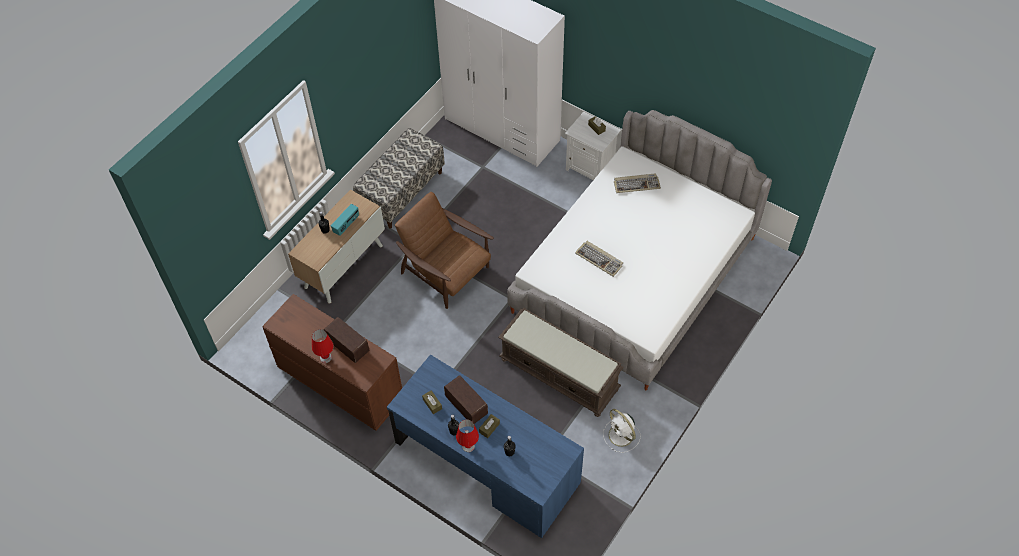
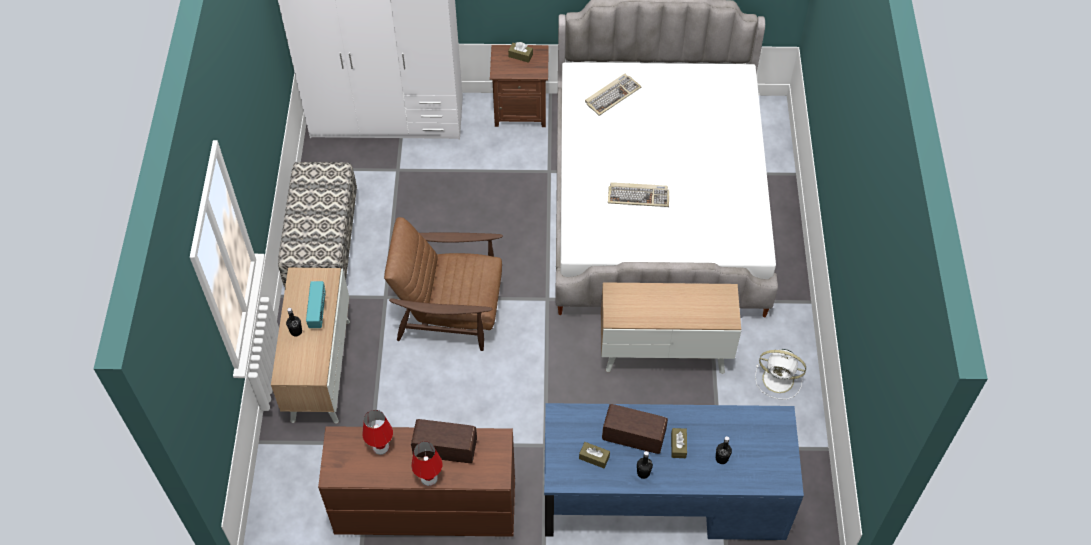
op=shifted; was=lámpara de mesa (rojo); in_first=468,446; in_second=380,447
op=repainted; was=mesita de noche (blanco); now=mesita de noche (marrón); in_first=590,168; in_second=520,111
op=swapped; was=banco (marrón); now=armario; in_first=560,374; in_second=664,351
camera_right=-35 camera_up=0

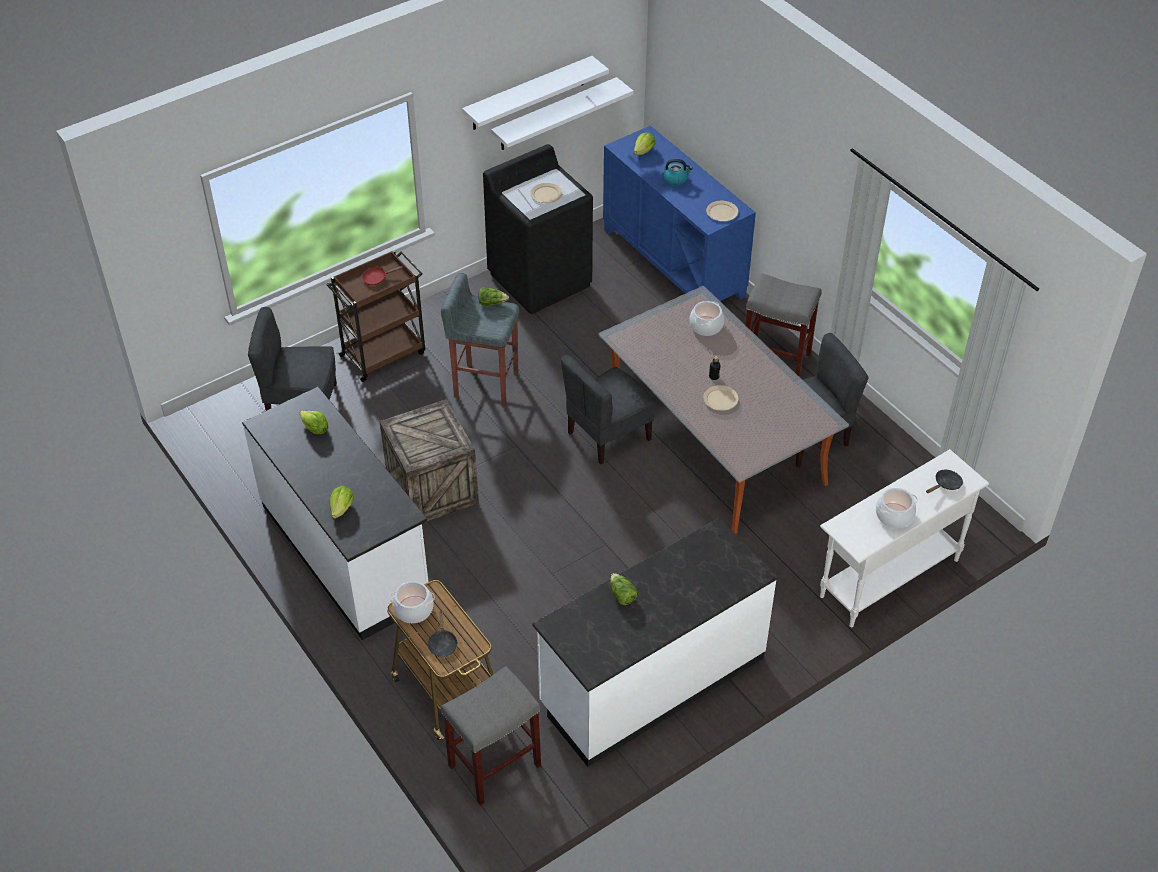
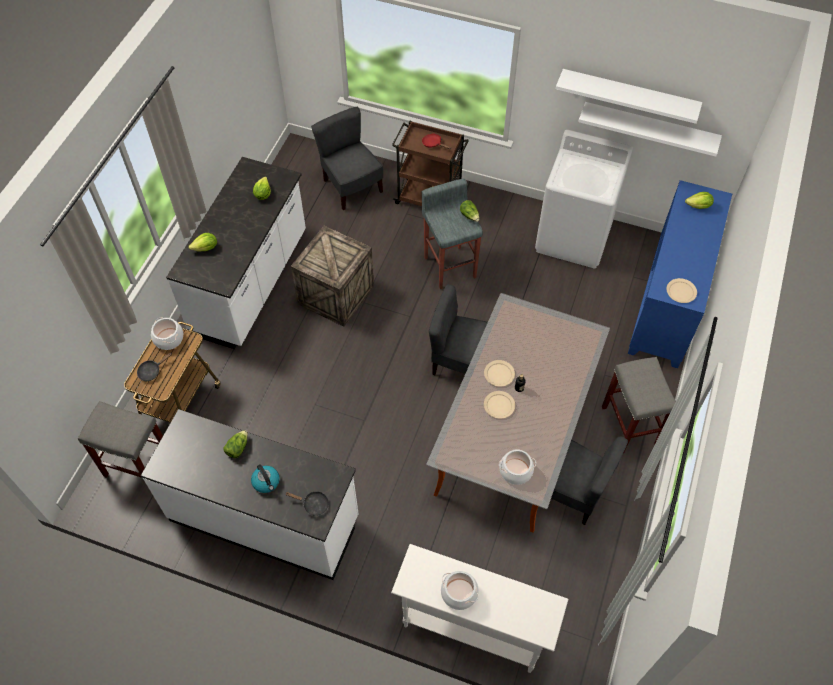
op=shifted; was=hervidor; in_first=675,179; in_second=266,482
op=shifted; was=sartén (negro); in_first=945,484; in_second=313,504
op=shifted; was=plato (beis); in_first=546,195; in_second=499,374
op=shifted; was=olla; in_first=706,326; in_second=516,471
op=repainted; was=lavadora (negro); now=lavadora (blanco); in_first=540,279; in_second=574,237
camera_right=55 camera_up=10

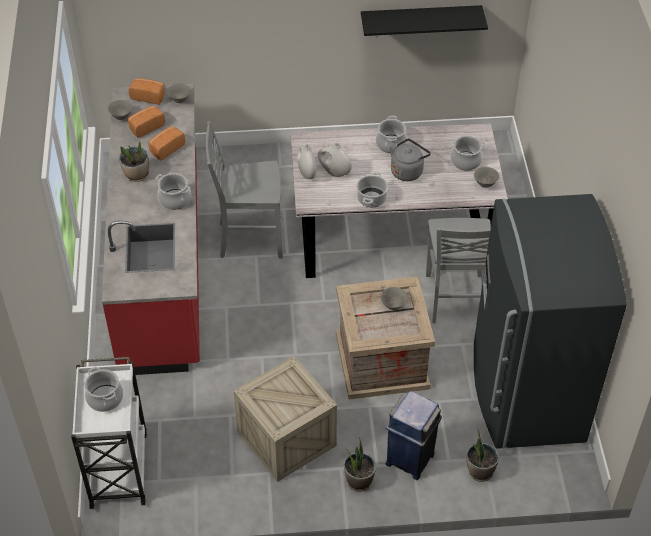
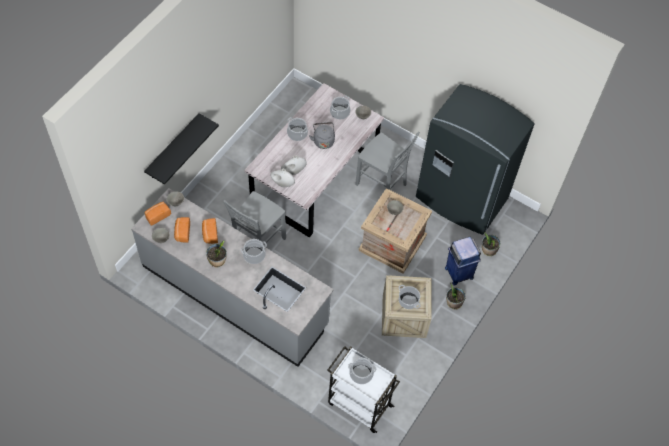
op=repainted; was=mueble bajo de cocina (rojo); now=mueble bajo de cocina (gris); in_first=163,261; in_second=235,295
op=shifted; was=estante (negro); in_first=420,20; in_second=173,147
op=shifted; was=olla; in_first=371,199; in_second=408,301
camera_right=-55 camera_up=10

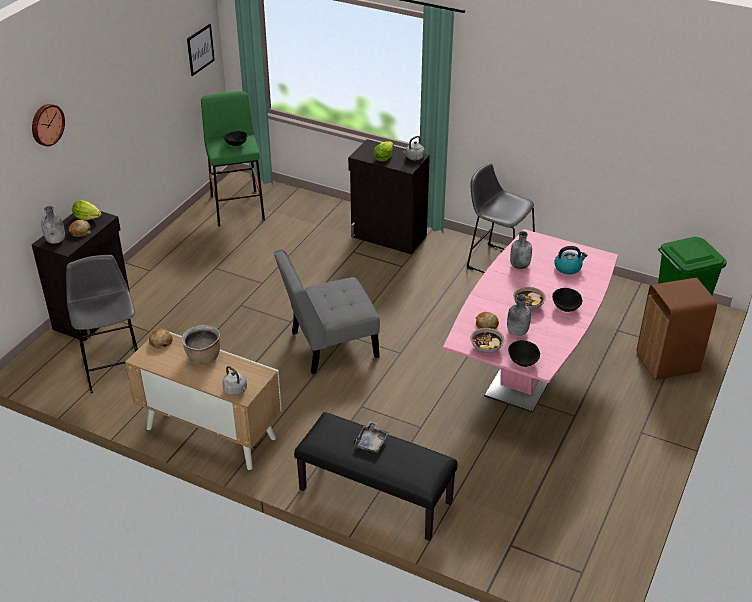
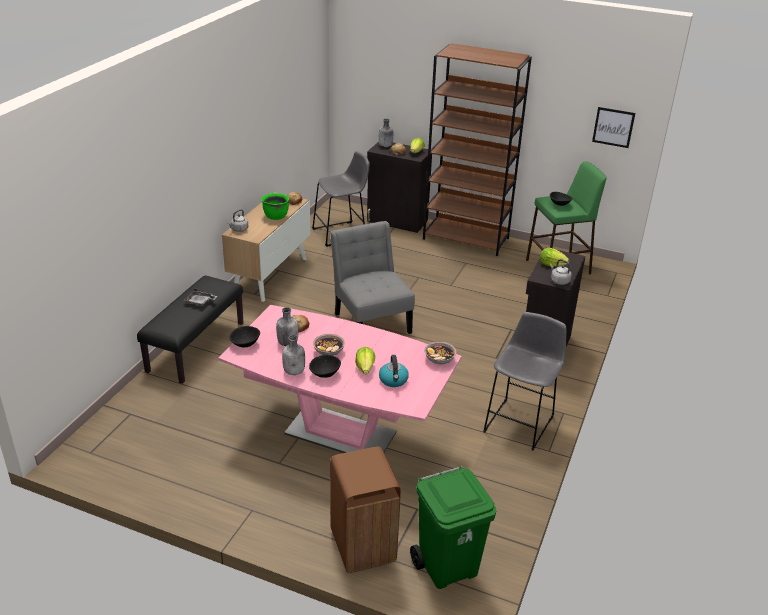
op=repainted; was=olla (marrón); now=olla (verde); in_first=203,357; in_second=275,216
op=shifted; was=botella (gris); in_first=519,265; in_second=294,371
op=new; now=lechuga; in_second=365,368
op=new; now=estantería (marrón); in_second=466,238
op=shifted; was=cuenco; in_first=486,347; in_second=439,359
op=gone; was=reloj de pared; in_first=46,124
camera_right=85 camera_up=-5

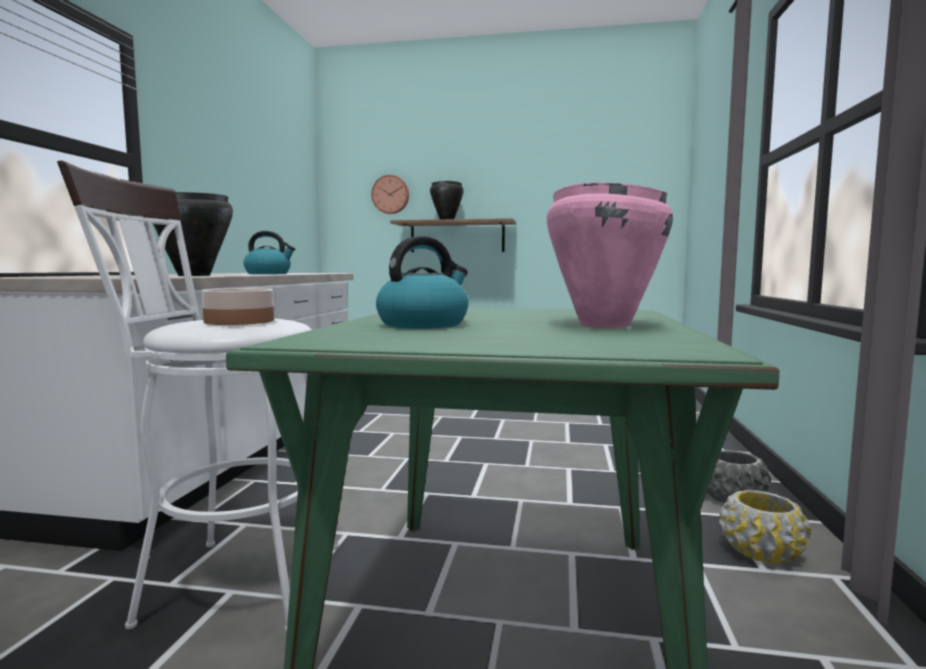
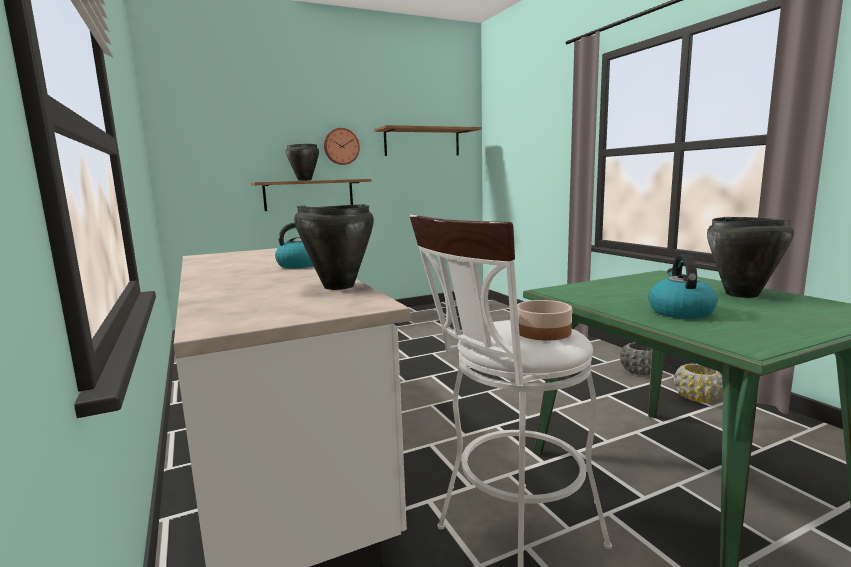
op=shifted; was=reloj de pared; in_first=391,194; in_second=341,146
op=new; now=estante; in_second=422,142
op=repainted; was=olla (rosa); now=olla (negro); in_first=603,325; in_second=741,294
camera_right=-35 camera_up=5

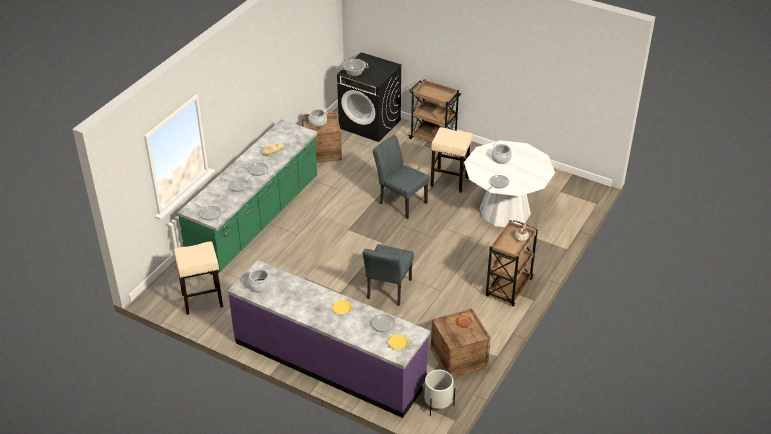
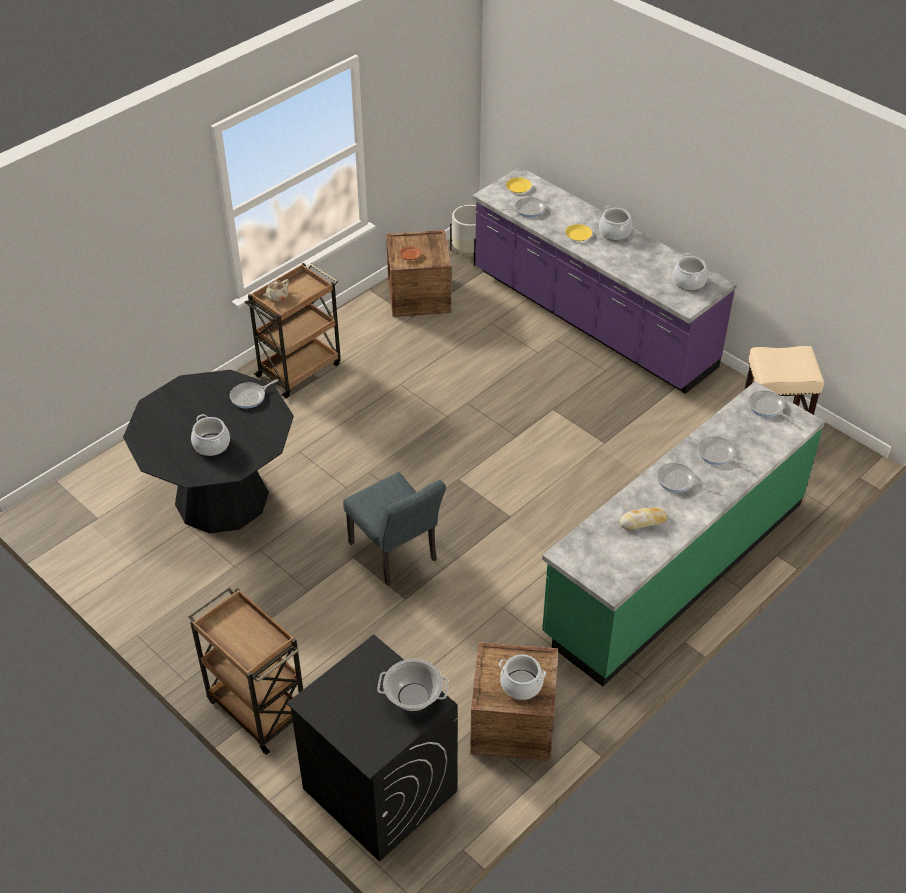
op=repainted; was=mesa de comedor (blanco); now=mesa de comedor (negro); in_first=505,211; in_second=222,498
op=new; now=olla; in_second=614,232
op=gone; was=silla (gris); in_first=387,291
op=gone; was=taburete (beis); in_first=450,181
camera_right=-165 camera_up=5

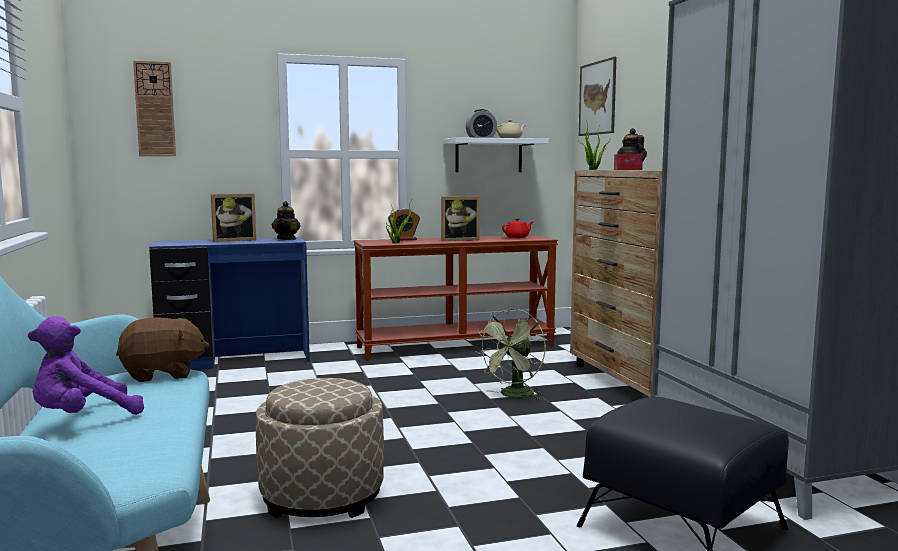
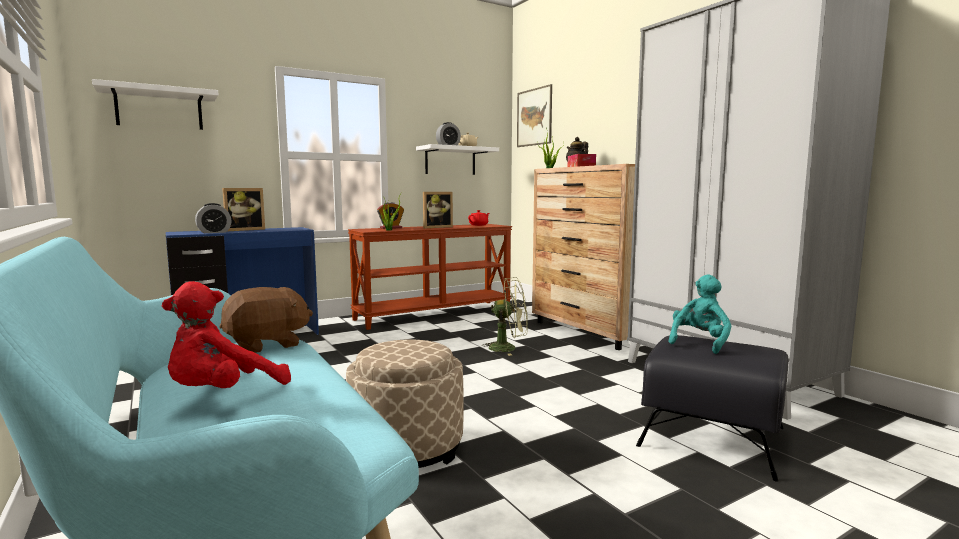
op=swapped; was=reloj de pared; now=estante (blanco); in_first=155,109; in_second=159,109
op=repainted; was=peluche (morado); now=peluche (rojo); in_first=83,418; in_second=223,394
op=new; now=despertador; in_second=214,232
op=rotated; was=ventilador (verde); in_first=514,396; in_second=508,348; clockwise=-105
op=new; now=peluche (turquesa); in_second=699,342
op=gone; was=tetera; in_first=286,239
camera_right=-15 camera_up=0

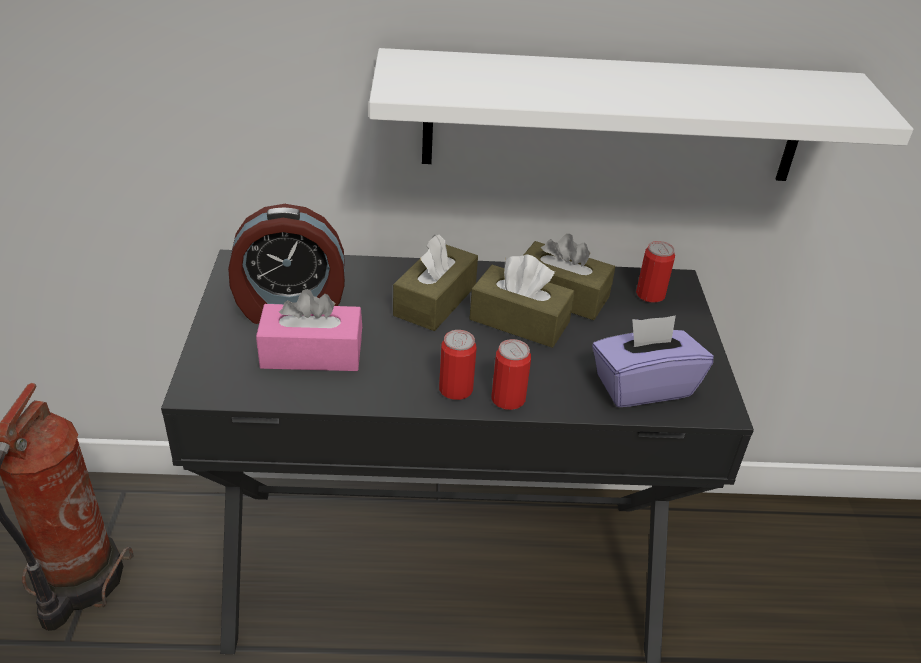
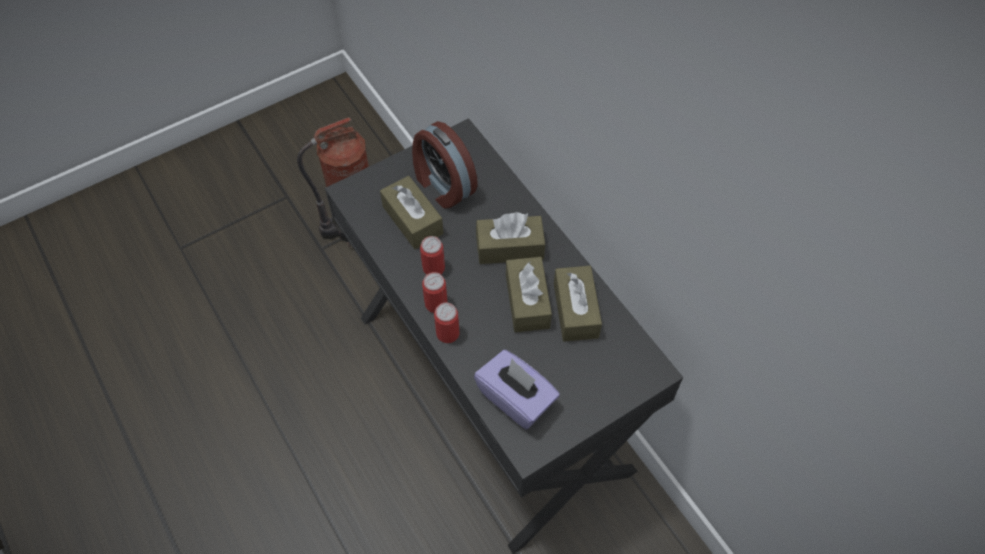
op=repainted; was=caja de pañuelos (rosa); now=caja de pañuelos (marrón); in_first=311,353; in_second=412,220
op=shifted; was=lata; in_first=650,294; in_second=433,268
op=gone; was=estante (blanco); in_first=614,117
camera_right=60 camera_up=20

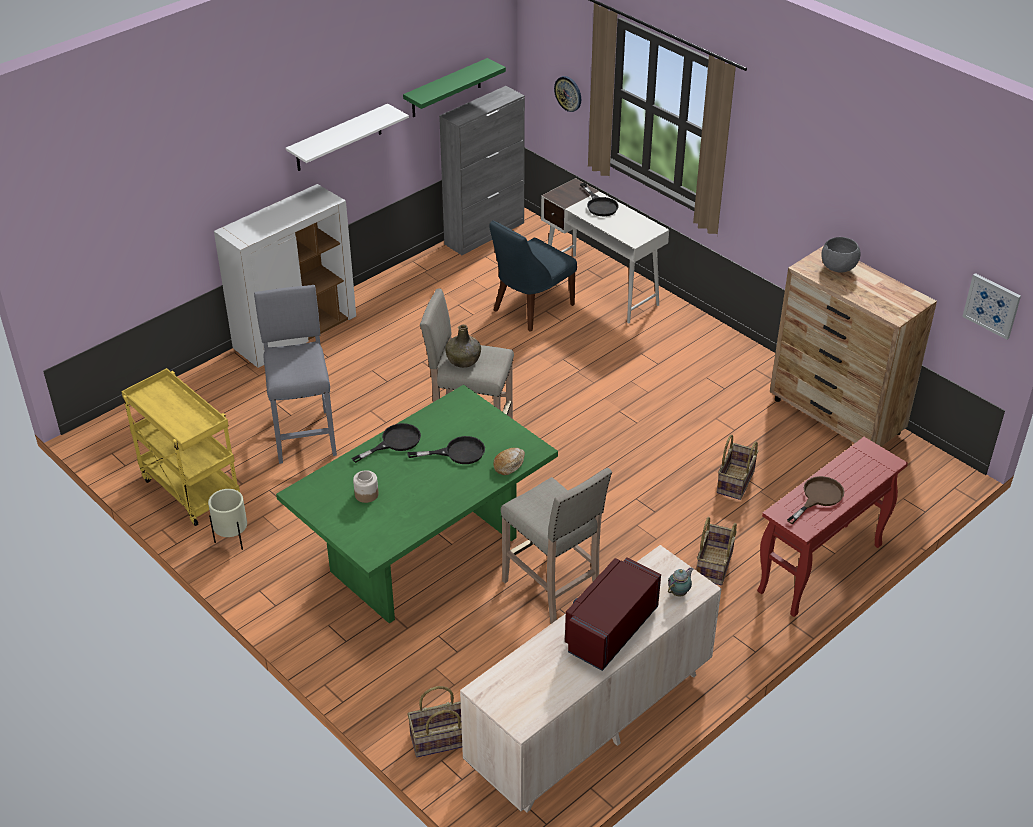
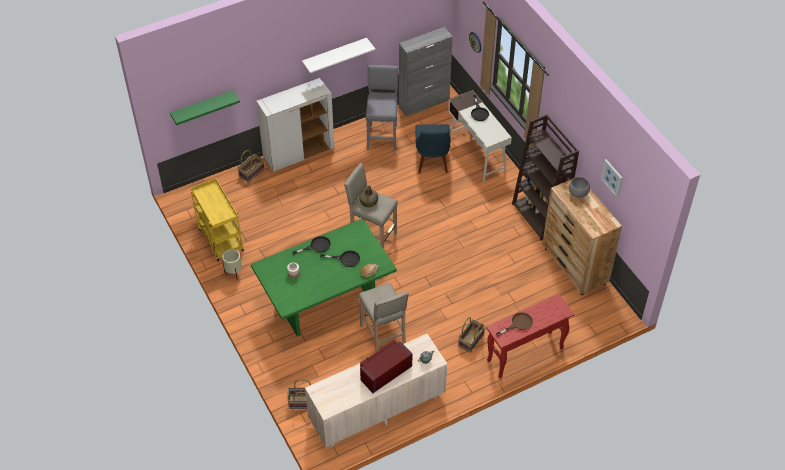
op=shifted; was=estante (verde); in_first=446,88; in_second=202,107
op=shifted; was=cesta; in_first=736,482; in_second=252,173
op=shifted; was=taburete (gris); in_first=304,435; in_second=382,136
op=rotated; was=silla (azul); in_first=530,308; in_second=432,161; clockwise=-60
op=new; now=estantería (marrón); in_second=539,217
op=shifted; was=cuadro; in_first=992,305; in_second=612,178
camera_right=15 camera_up=10

